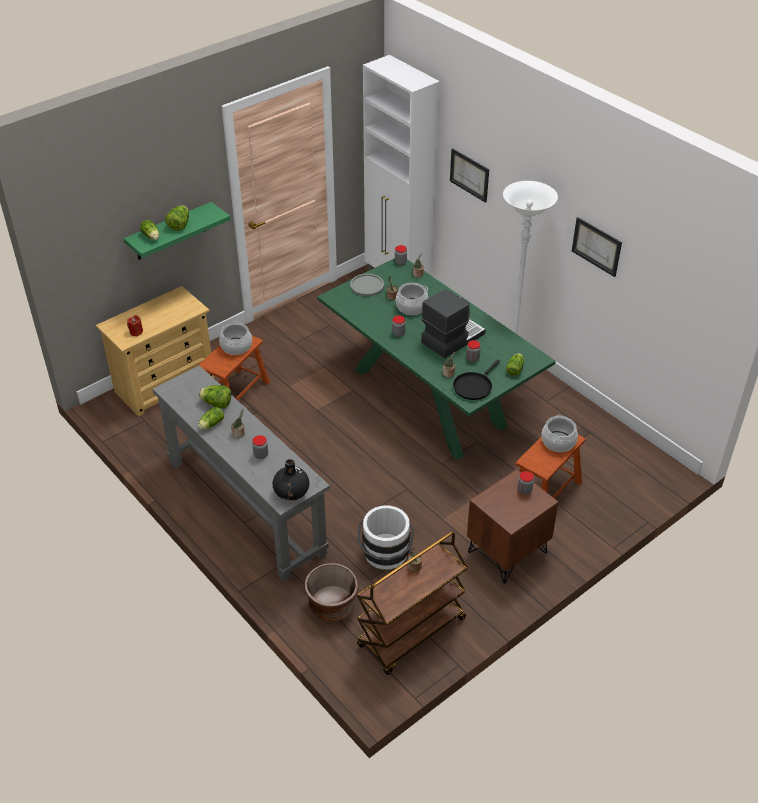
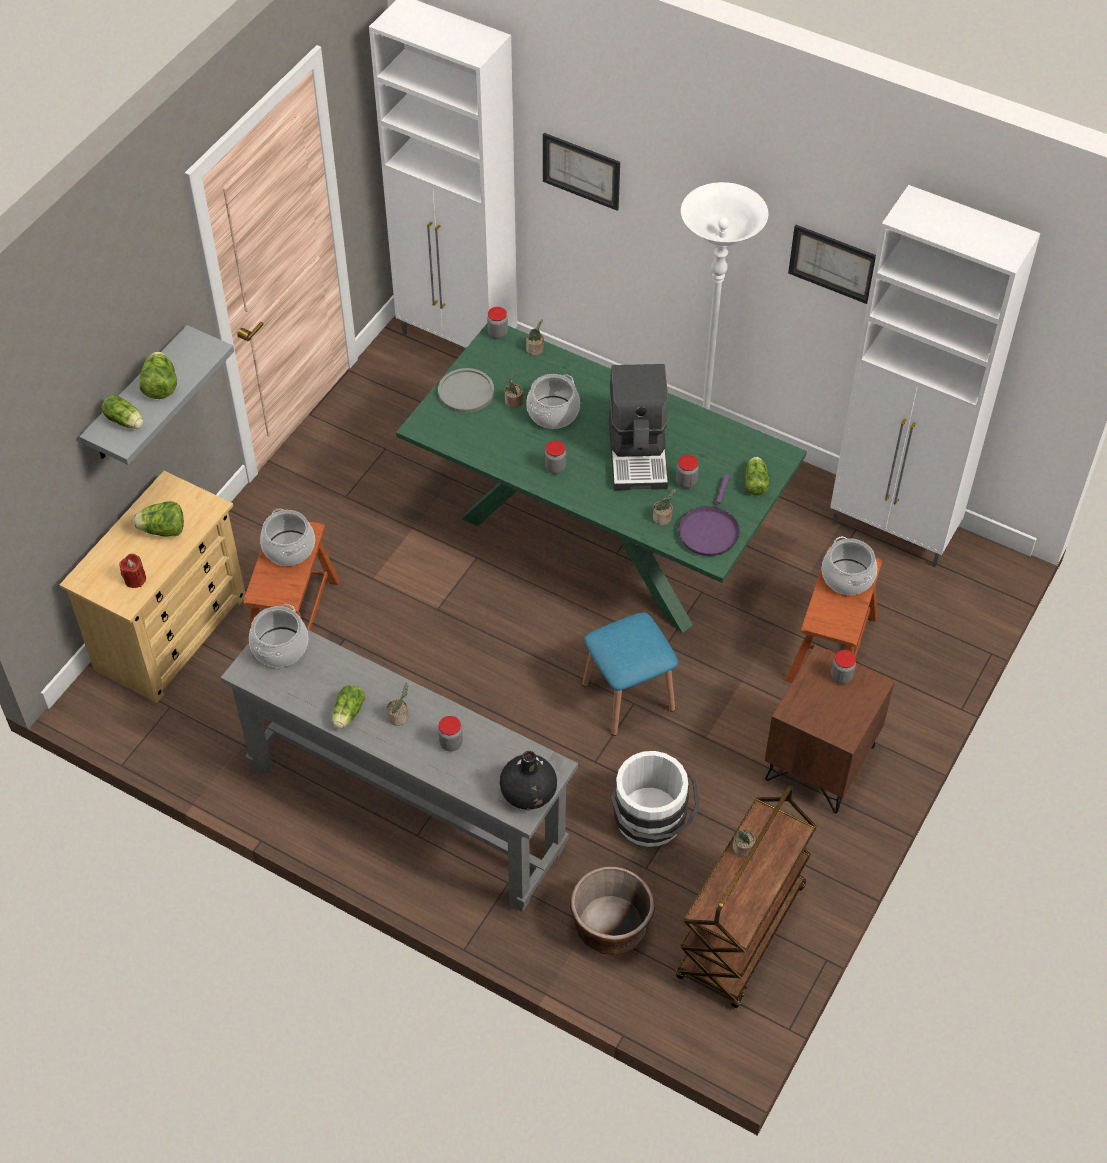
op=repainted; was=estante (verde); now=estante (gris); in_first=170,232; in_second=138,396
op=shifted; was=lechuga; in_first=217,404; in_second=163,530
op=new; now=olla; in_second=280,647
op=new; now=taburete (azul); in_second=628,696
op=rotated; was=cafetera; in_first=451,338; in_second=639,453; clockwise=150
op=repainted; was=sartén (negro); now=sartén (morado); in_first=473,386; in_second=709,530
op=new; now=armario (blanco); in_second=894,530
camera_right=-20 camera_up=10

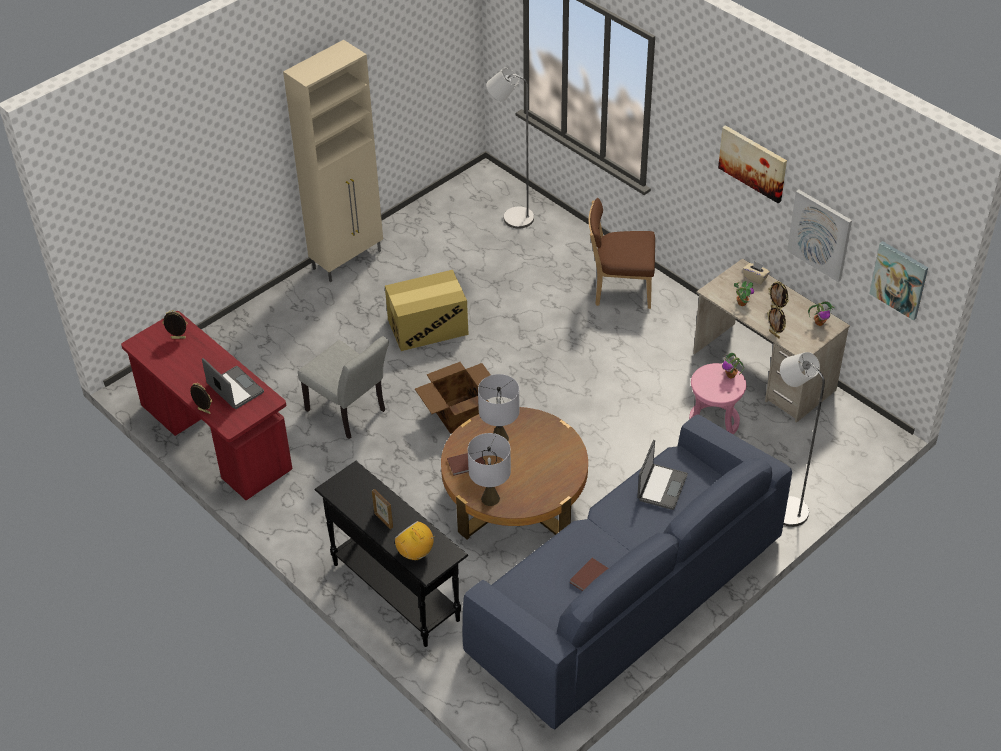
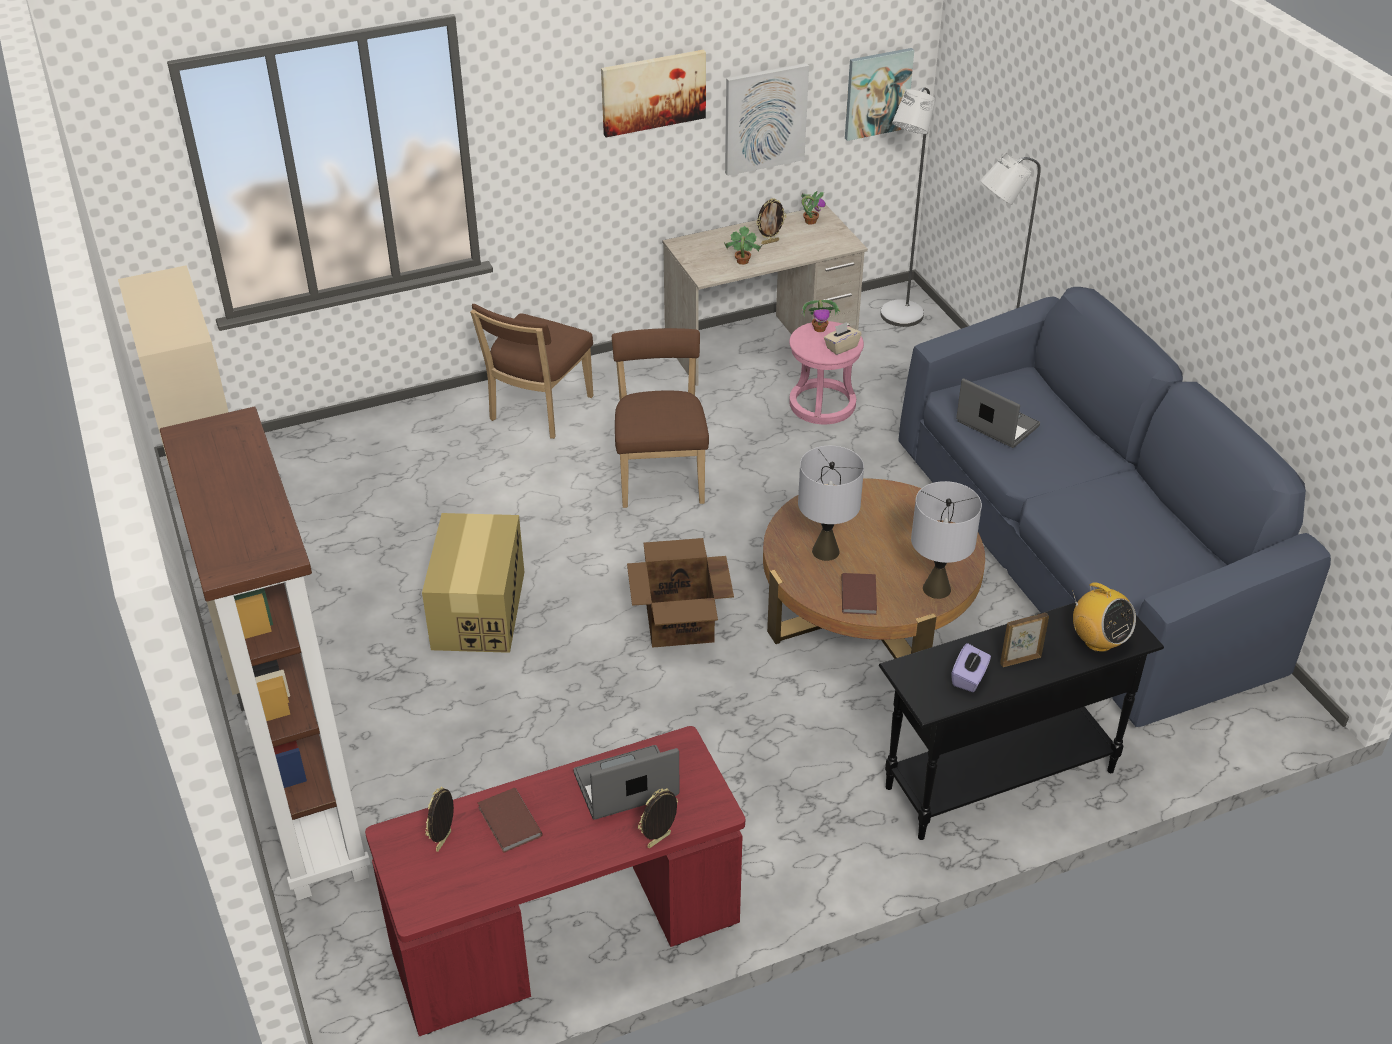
op=new; now=estantería (marrón); in_second=307,807
op=shifted; was=libro (marrón); in_first=589,577; in_second=508,823
op=new; now=silla (marrón); in_second=661,476
op=shifted; was=caja de pañuelos (beis); in_first=755,278; in_second=841,347
op=shifted; was=lámpara de pie (gris); in_first=512,218; in_second=898,319
op=new; now=caja de pañuelos (morado); in_second=969,678
op=rotated; was=radio; in_first=415,553; in_second=1097,641; clockwise=-105
op=gone; was=silla (gris); in_first=350,413
op=gone; was=portarretratos; in_first=774,334
camera_right=-70 camera_up=-5

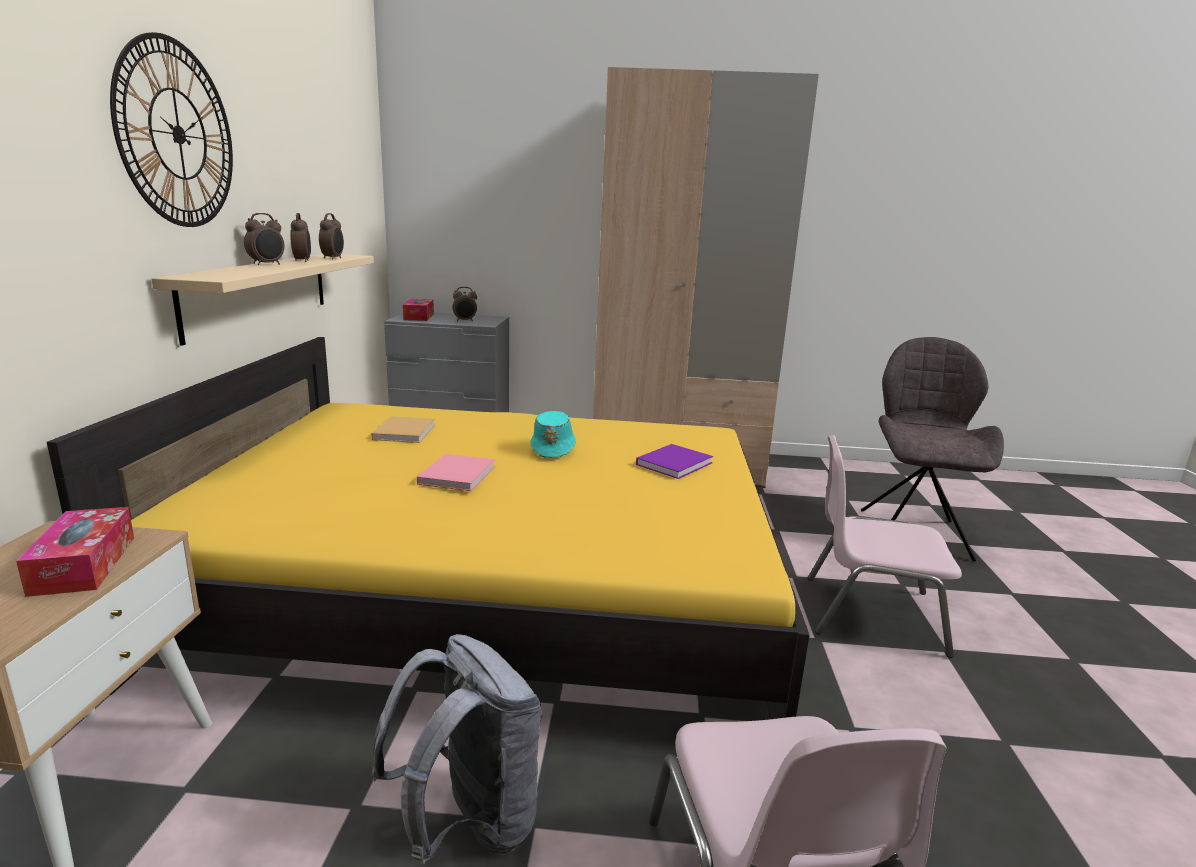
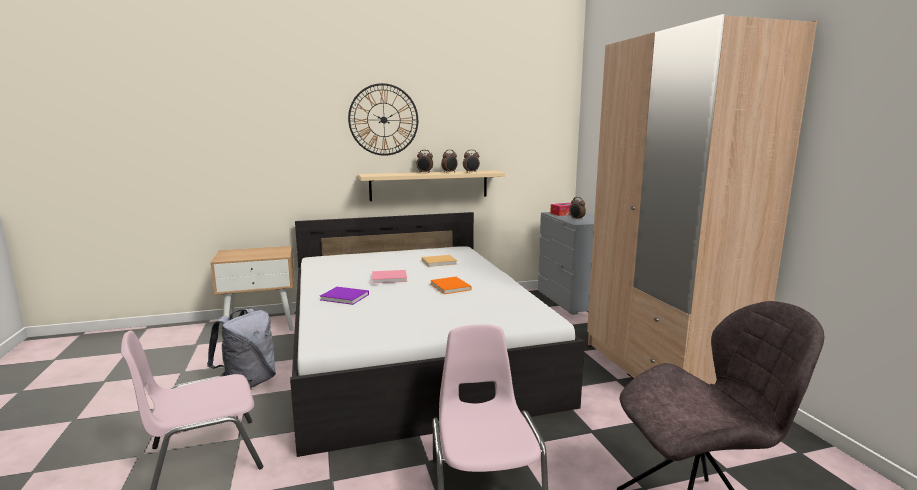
op=repainted; was=cama (amarillo); now=cama (blanco); in_first=492,587; in_second=412,350
op=shifted; was=libro (morado); in_first=675,463; in_second=345,297
op=swapped; was=sombrero (turquesa); now=libro (naranja); in_first=553,448; in_second=450,287
op=gone; was=caja de pañuelos; in_first=84,565
camera_right=70 camera_up=-5

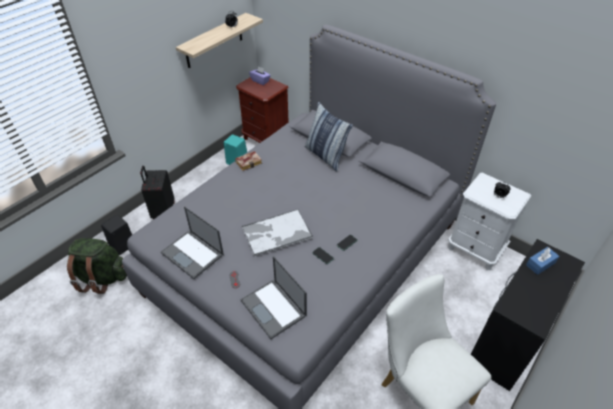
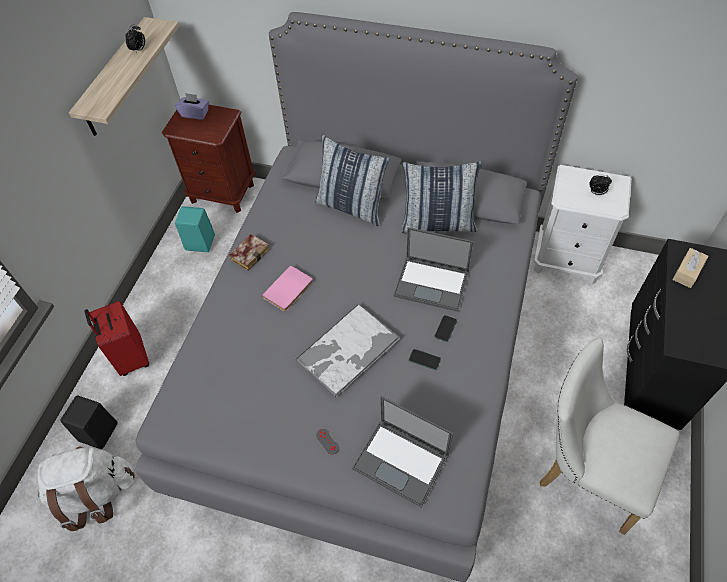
op=repainted; was=mochila (verde); now=mochila (blanco); in_first=102,278; in_second=96,493
op=repainted; was=maleta (negro); now=maleta (rojo); in_first=163,211; in_second=131,358
op=new; now=libro (rosa); in_second=289,290
op=shifted; was=portátil; in_first=193,254; in_second=432,283
op=new; now=cojín; in_second=438,223
op=repainted; was=caja de pañuelos (azul); now=caja de pañuelos (beis); in_first=540,264; in_second=687,272
camera_right=-20 camera_up=10

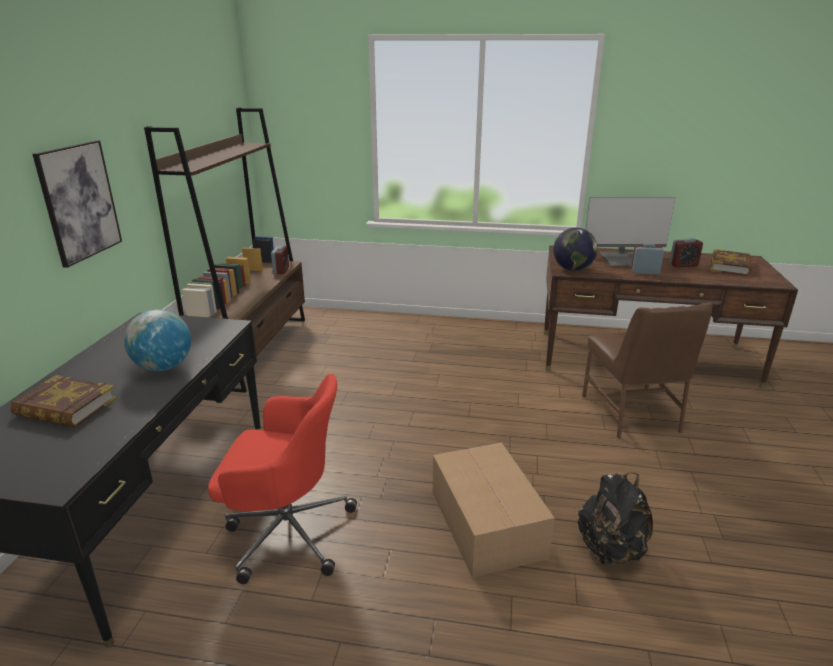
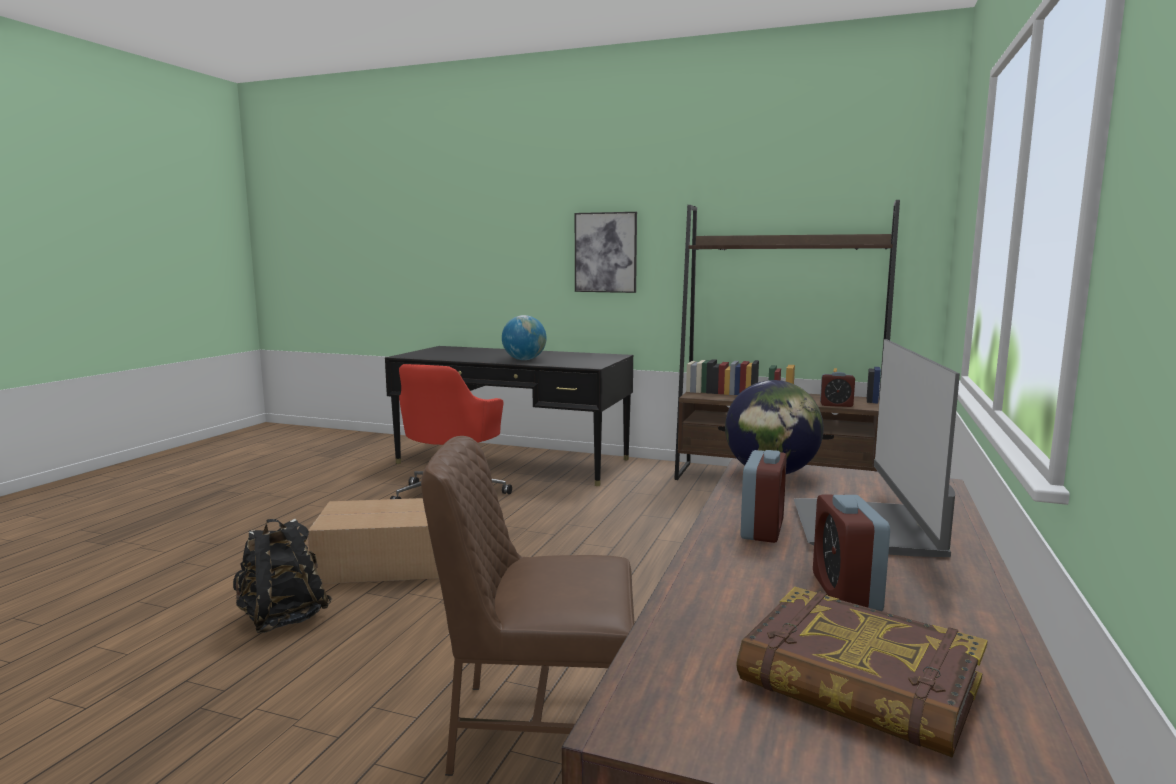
op=gone; was=libro; in_first=66,408
camera_right=100 camera_up=-15

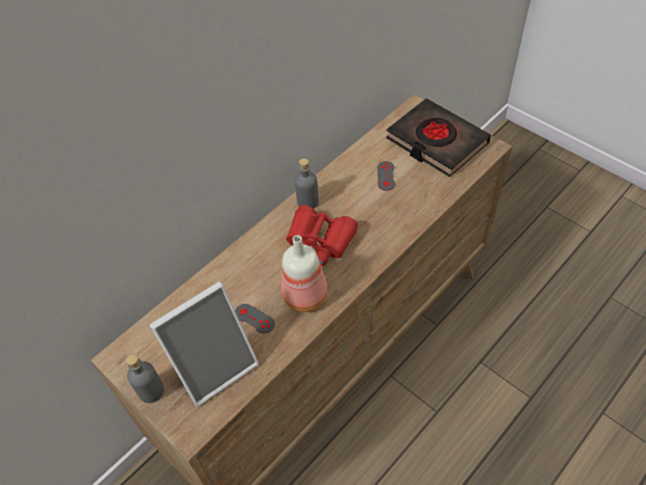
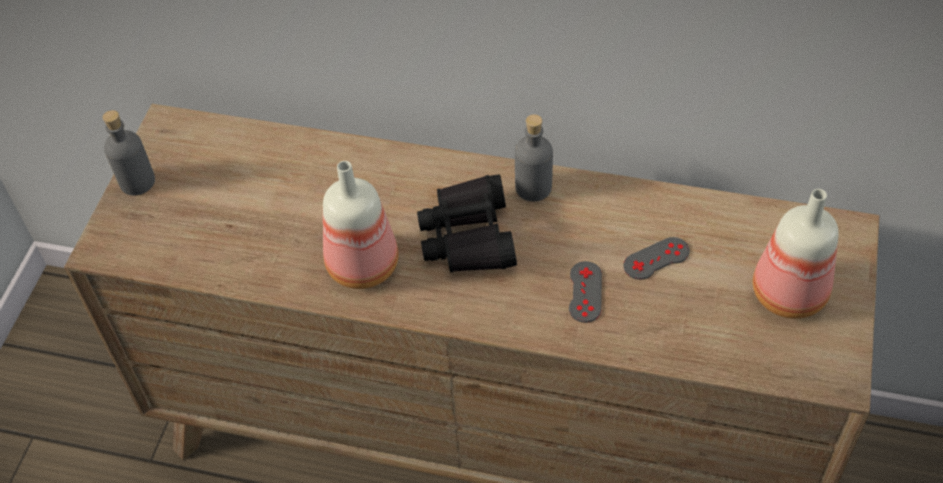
op=repainted; was=prismáticos (rojo); now=prismáticos (negro); in_first=319,241; in_second=468,236
op=shifted; was=mando de consola (gris); in_first=254,318; in_second=585,292
op=swapped; was=libro (negro); now=botella; in_first=436,142; in_second=787,294
op=gone; was=portarretratos; in_first=215,366
camera_right=60 camera_up=0

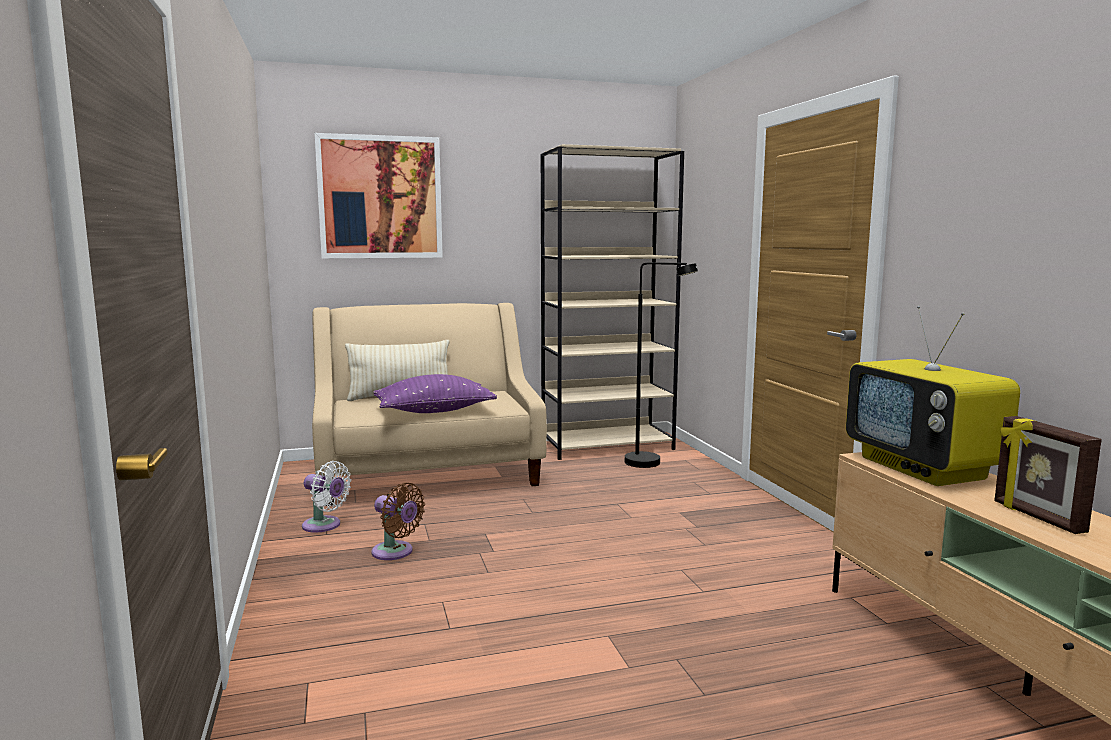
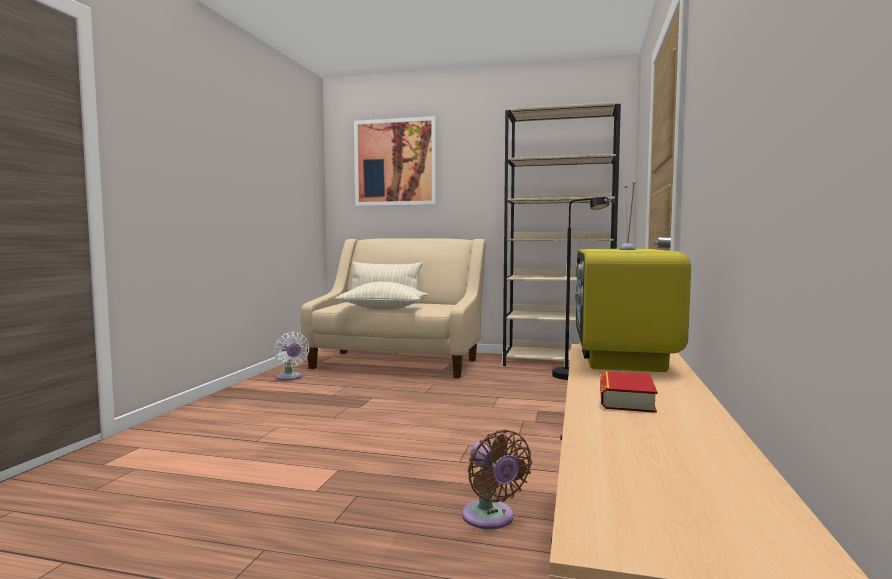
op=repainted; was=cojín (morado); now=cojín (beis); in_first=434,411; in_second=383,309
op=shifted; was=ventilador (marrón); in_first=395,552; in_second=491,518
op=swapped; was=portarretratos; now=libro; in_first=1037,517; in_second=626,399
camera_right=30 camera_up=-5

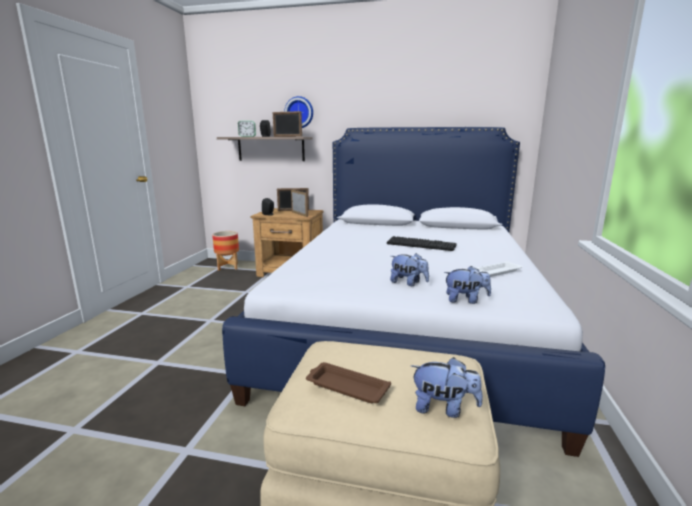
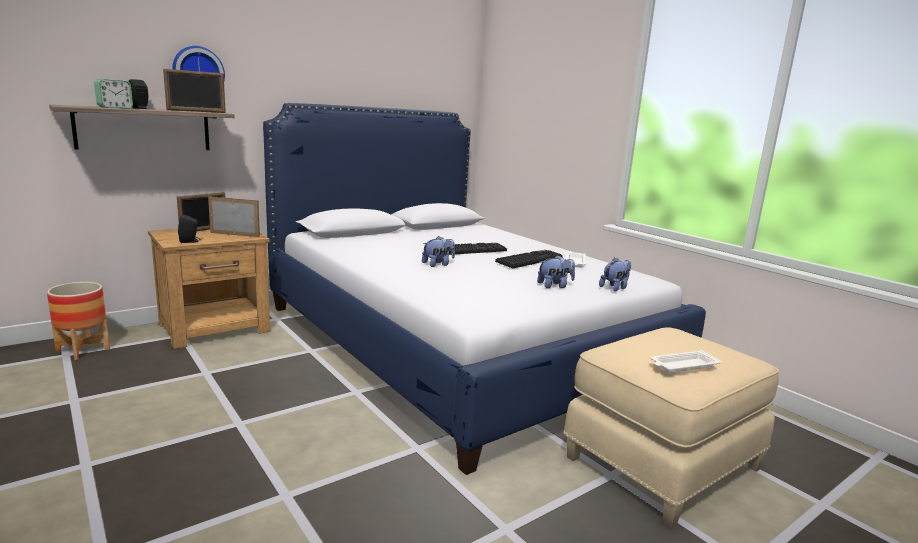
op=shifted; was=peluche; in_first=444,408; in_second=438,264
op=new; now=teclado; in_second=529,259
op=repainted; was=bandeja (marrón); now=bandeja (blanco); in_first=346,387; in_second=683,365
camera_right=-50 camera_up=0

